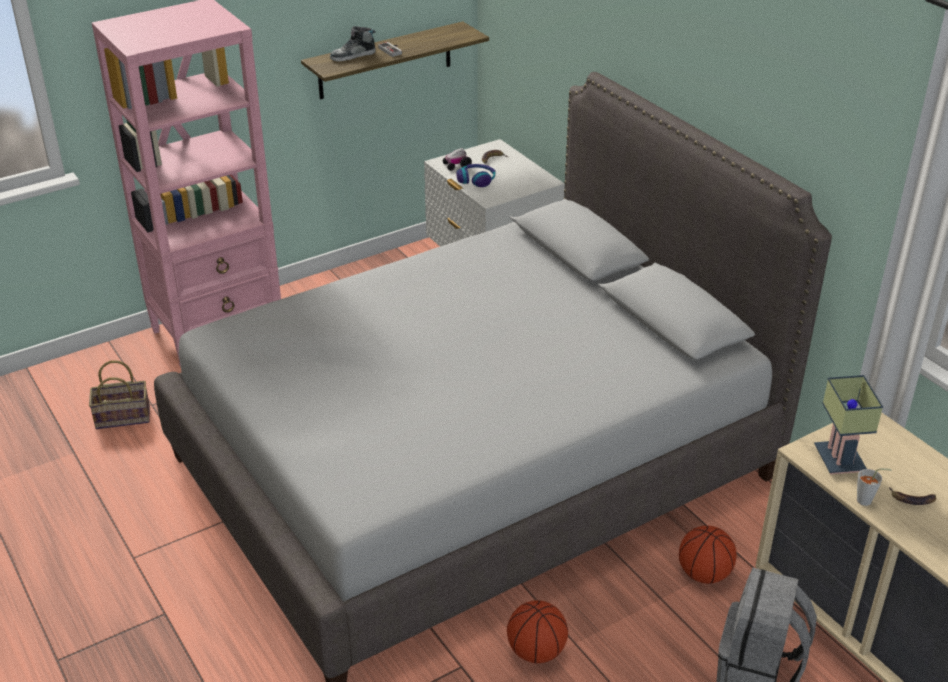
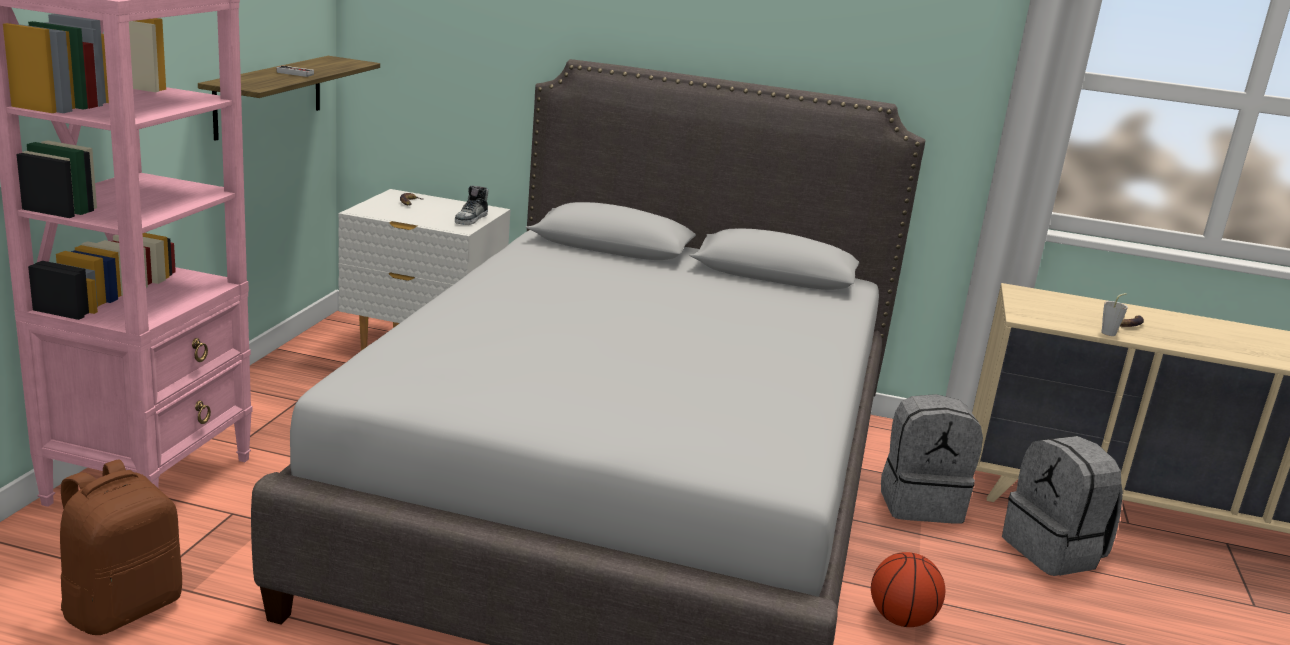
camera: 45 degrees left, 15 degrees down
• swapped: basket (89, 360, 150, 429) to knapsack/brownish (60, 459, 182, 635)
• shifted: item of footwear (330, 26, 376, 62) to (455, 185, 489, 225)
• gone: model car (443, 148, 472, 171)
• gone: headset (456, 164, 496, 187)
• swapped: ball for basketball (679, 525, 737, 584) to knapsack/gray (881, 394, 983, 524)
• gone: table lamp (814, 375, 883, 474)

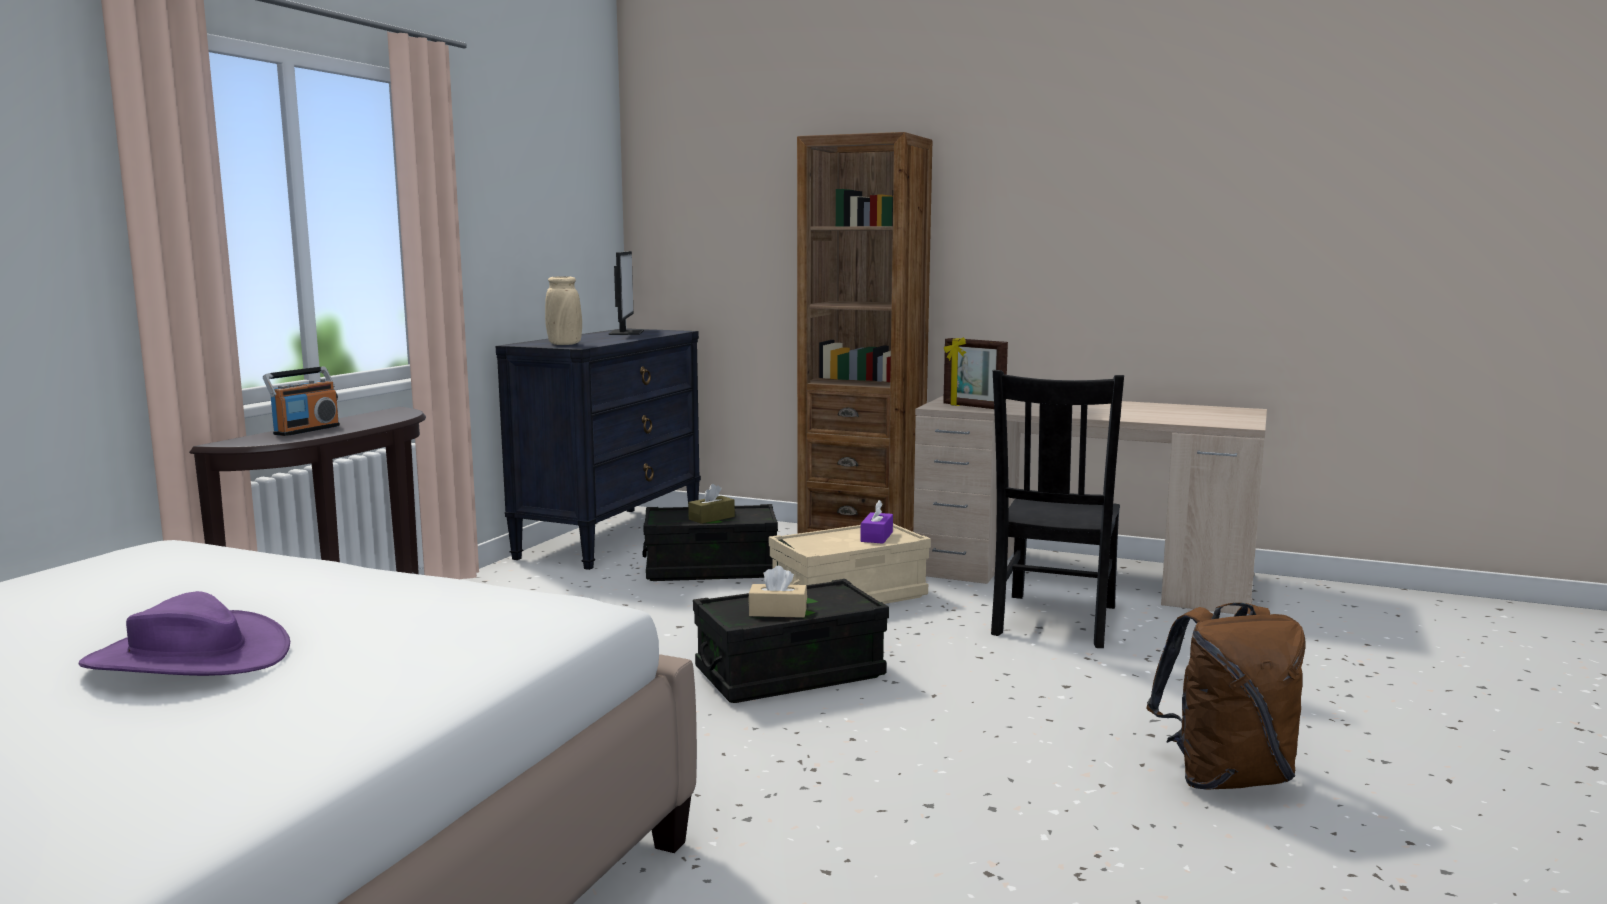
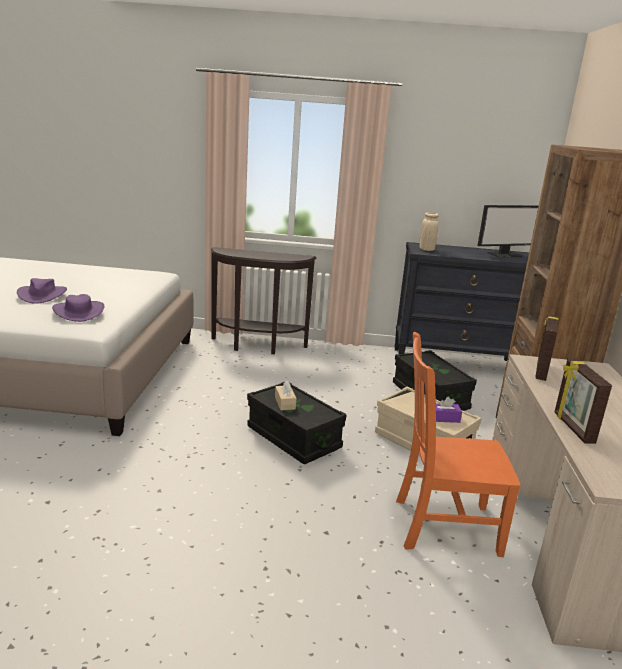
camera: 70 degrees right, 10 degrees up
• gone: radio (263, 366, 340, 436)
• gone: tissue holder/brownish (688, 484, 735, 524)
• repainted: plain chair/black (991, 370, 1124, 648) to plain chair/orange (396, 332, 521, 557)
• gone: knapsack/brownish (1146, 603, 1306, 790)
• new: hat/purplish (52, 294, 104, 322)
• new: photo frame (555, 358, 612, 444)

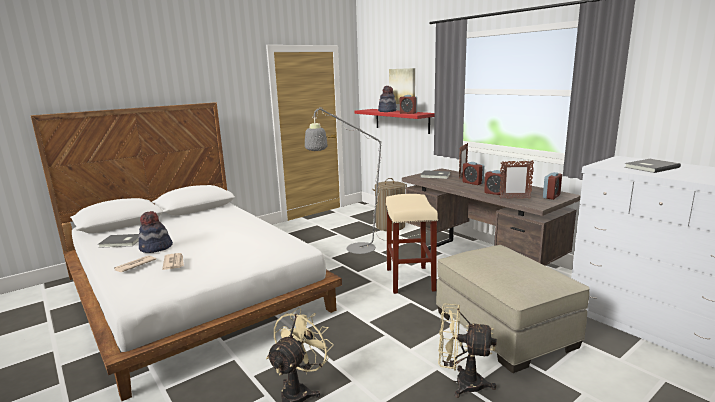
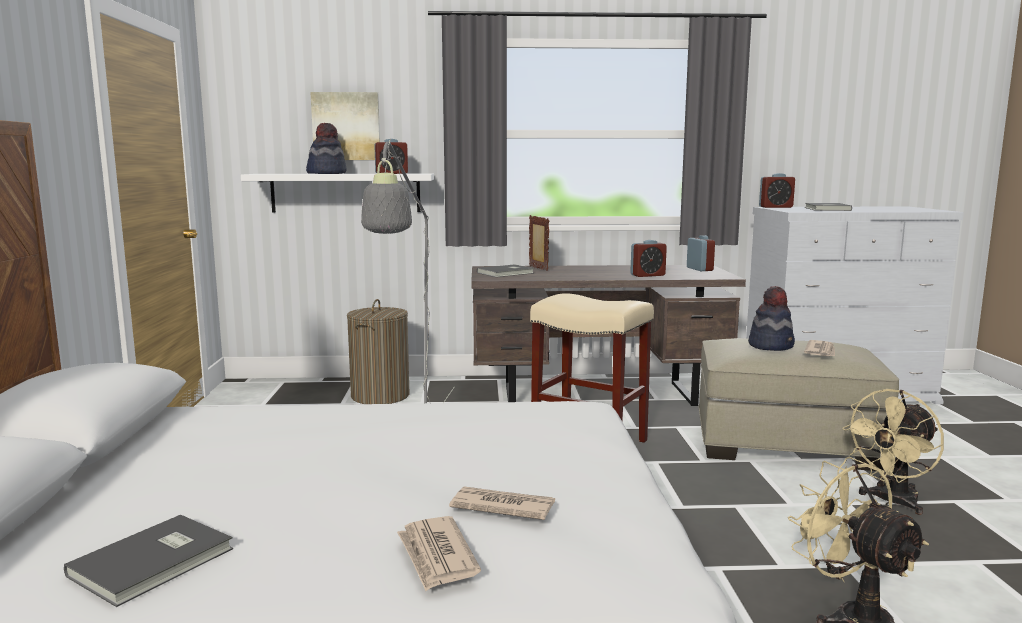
camera: 55 degrees left, 5 degrees down
• shifted: hat (139, 211, 173, 253) to (748, 286, 795, 351)
• repainted: bracket shelf/red (354, 109, 434, 134) to bracket shelf/white-coloured (241, 174, 434, 212)
• shifted: table clock (462, 162, 484, 185) to (759, 173, 795, 208)
• gone: photo frame (499, 160, 534, 199)
• new: newspaper (804, 340, 835, 356)

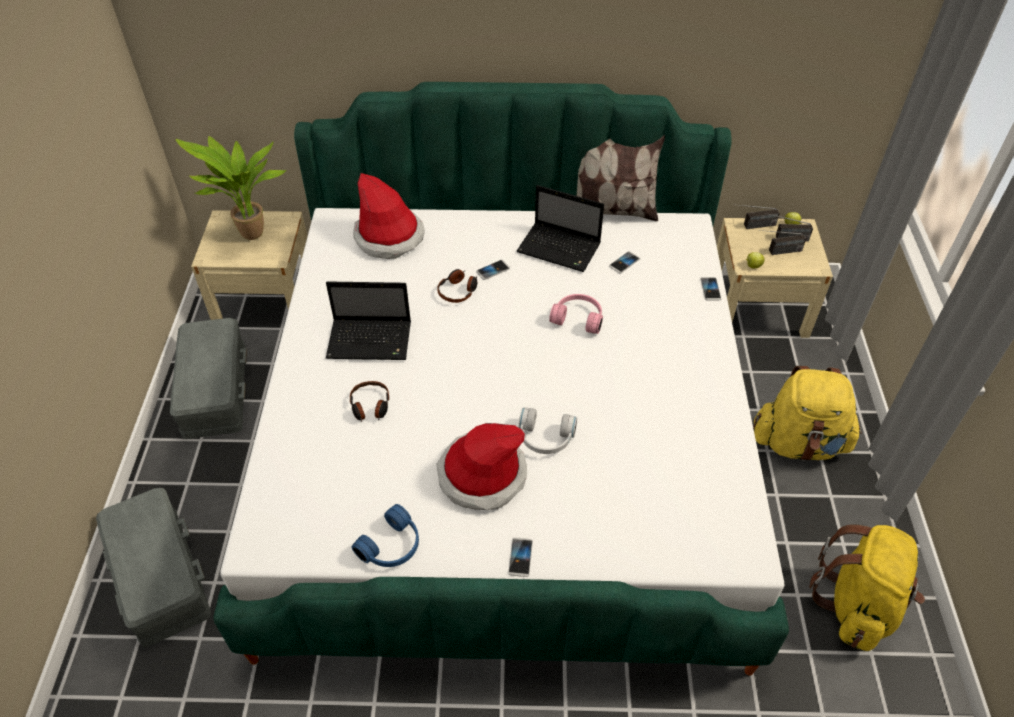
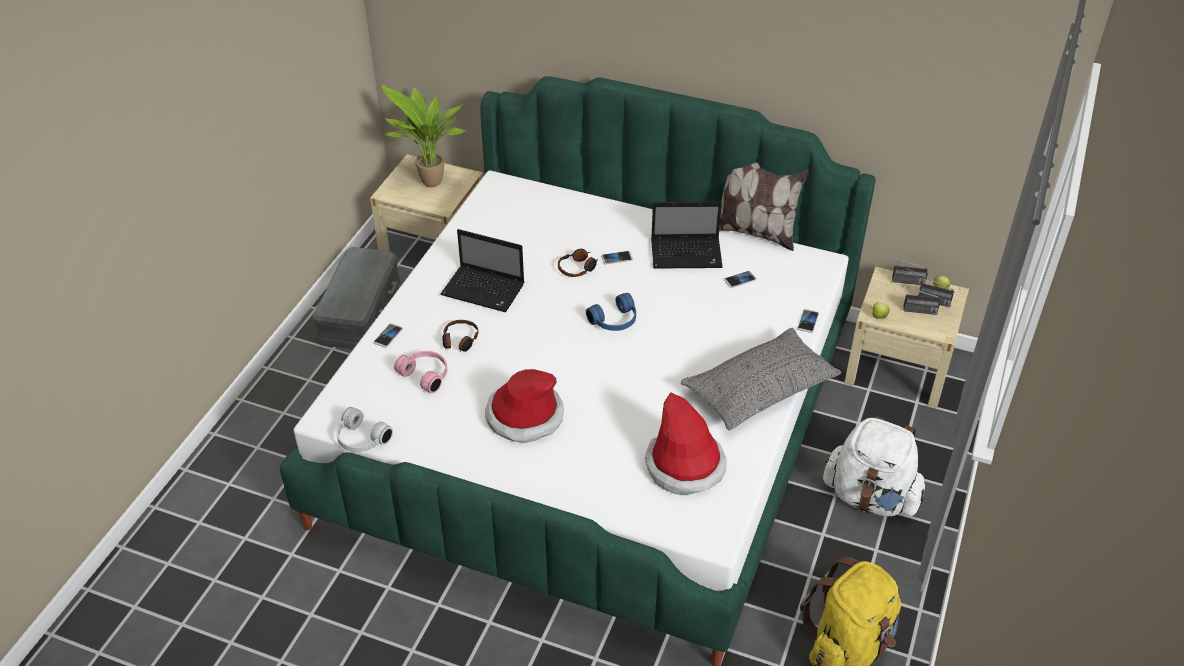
camera: 20 degrees right, 5 degrees down
• gone: storage bin/gray (96, 488, 211, 647)
• shifted: headset/bluish (352, 504, 419, 567) to (586, 293, 636, 331)
• shifted: hat (353, 173, 425, 259) to (645, 392, 727, 495)
• shifted: handset (508, 537, 533, 577) to (373, 323, 403, 348)
• rotated: notebook computer (517, 185, 604, 272) = (651, 201, 723, 269) 45 degrees counterclockwise
• shifted: headset/white-coloured (519, 408, 577, 454) to (336, 407, 393, 452)
• shifted: headset/pink-coloured (549, 294, 603, 334) to (394, 351, 447, 393)
• repainted: knapsack/yellow (753, 366, 862, 461) to knapsack/white-coloured (823, 416, 927, 516)
• new: pillow/gray (681, 328, 841, 431)

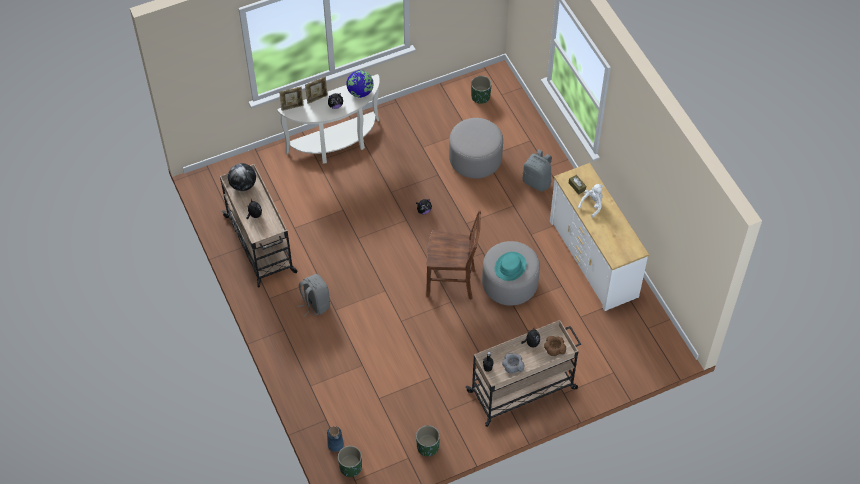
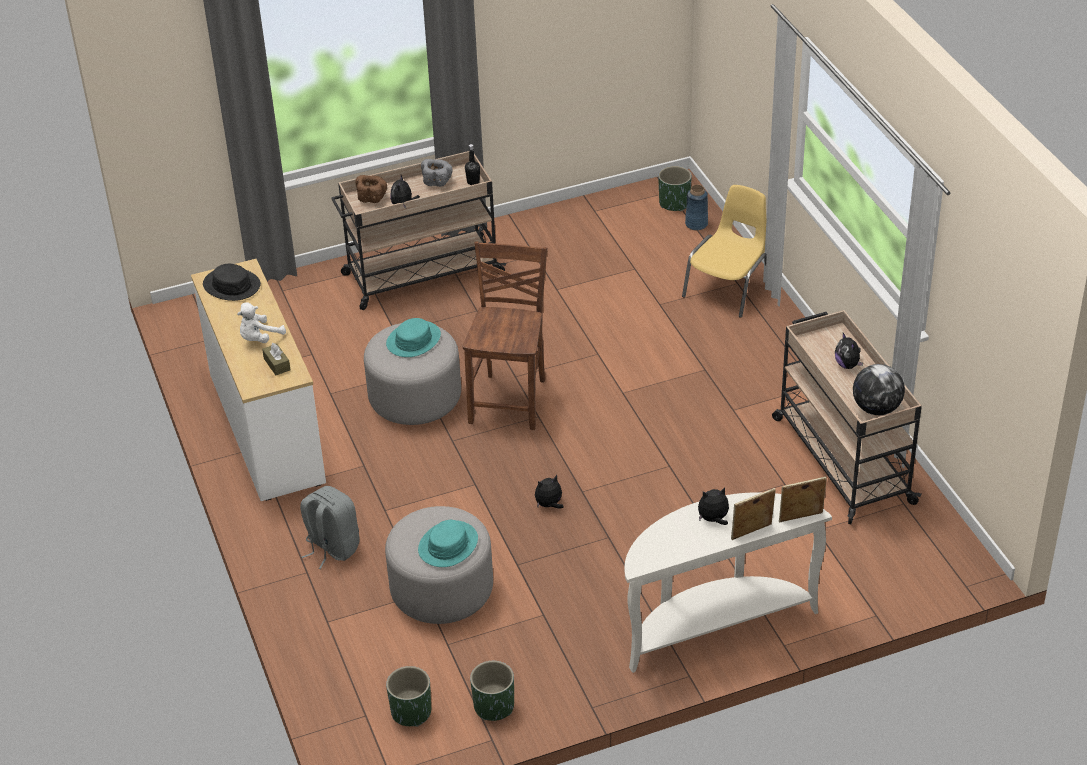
camera: 175 degrees left, 15 degrees down
• gone: knapsack/gray (297, 274, 330, 316)
• gone: globe (346, 70, 373, 98)
• shifted: planter/green-coloured (416, 425, 440, 456) to (470, 661, 514, 721)
• rotated: plain chair/brownish (426, 211, 481, 300) = (463, 241, 547, 430) 90 degrees clockwise
• new: hat/black (203, 264, 261, 301)
• new: hat/turquoise (418, 520, 478, 567)
• new: plain chair/yellow (682, 185, 767, 318)

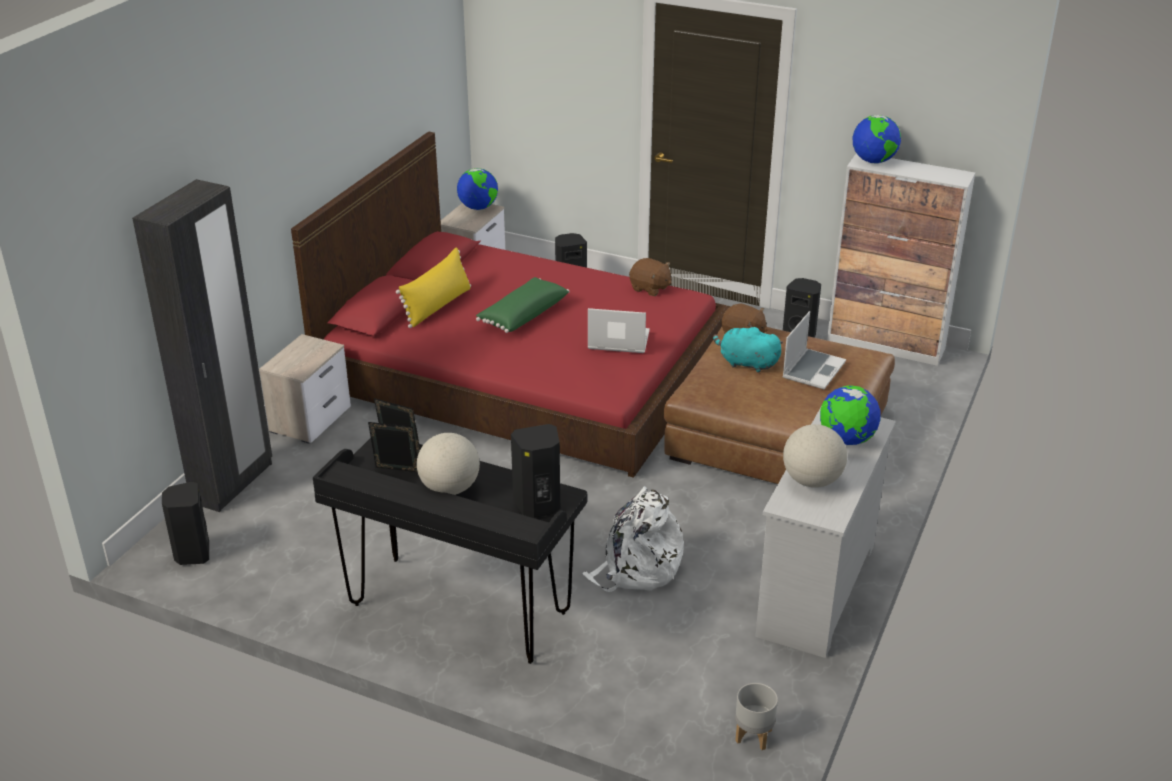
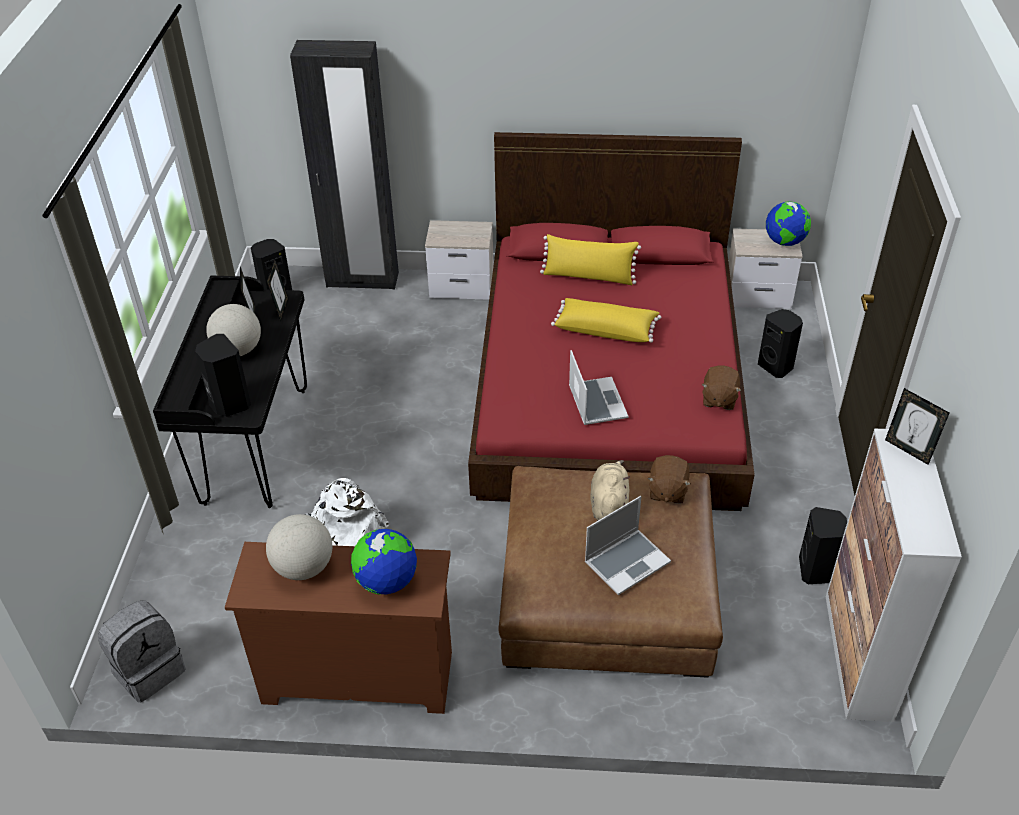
camera: 70 degrees right, 10 degrees up
• repainted: pillow/green-coloured (476, 277, 570, 333) to pillow/yellow (551, 298, 661, 343)
• repainted: soft toy/turquoise (713, 325, 783, 373) to soft toy/beige-coloured (590, 460, 630, 521)
• swapped: planter/gray (735, 683, 778, 750) to knapsack/gray (98, 600, 185, 702)
• repainted: drawer chest/white-coloured (755, 408, 896, 658) to drawer chest/brownish (225, 542, 452, 714)
• rotated: notebook computer (782, 311, 846, 389) = (585, 496, 671, 595) 45 degrees counterclockwise
• swapped: globe (852, 115, 901, 164) to photo frame (885, 388, 949, 465)

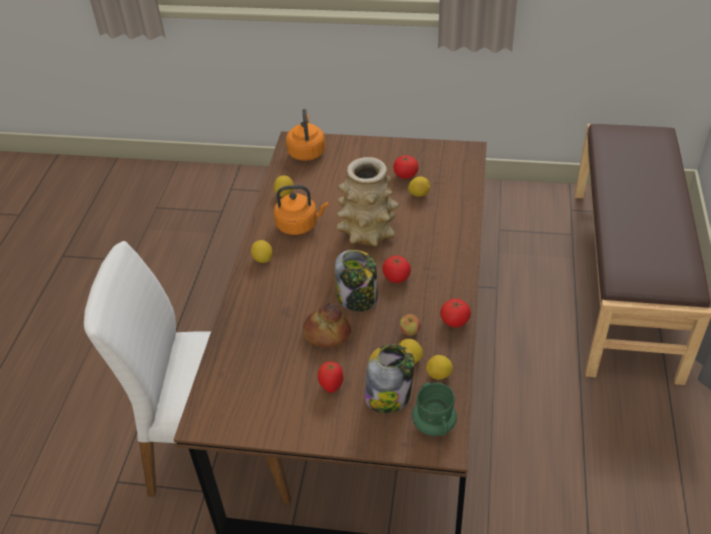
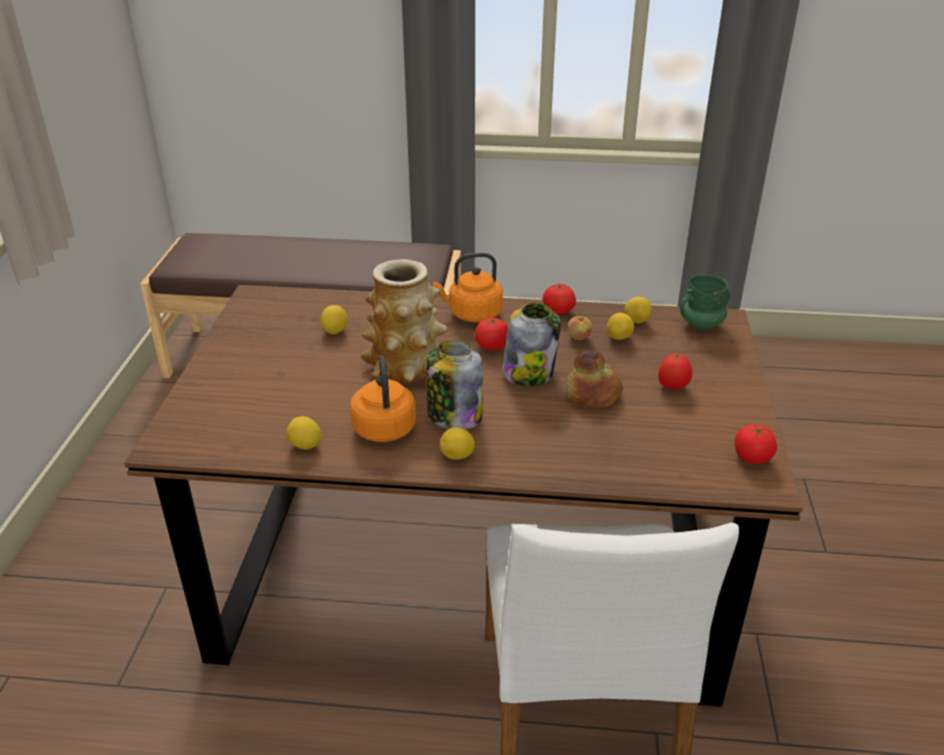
camera: 95 degrees left, 10 degrees down
• shifted: water kettle/orange (286, 109, 325, 161) to (433, 253, 503, 322)
• shifted: jar (364, 344, 415, 413) to (427, 340, 483, 429)
• shifted: tomato (393, 155, 419, 179) to (735, 424, 777, 464)

